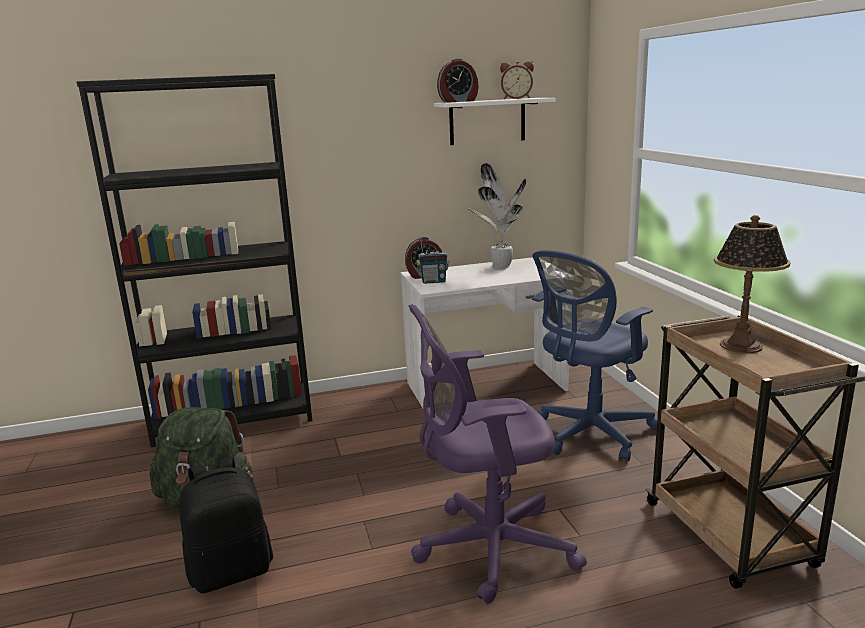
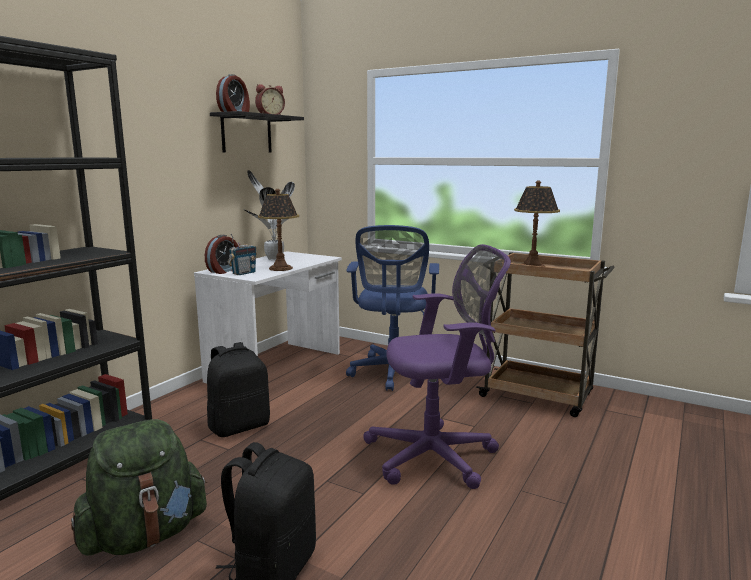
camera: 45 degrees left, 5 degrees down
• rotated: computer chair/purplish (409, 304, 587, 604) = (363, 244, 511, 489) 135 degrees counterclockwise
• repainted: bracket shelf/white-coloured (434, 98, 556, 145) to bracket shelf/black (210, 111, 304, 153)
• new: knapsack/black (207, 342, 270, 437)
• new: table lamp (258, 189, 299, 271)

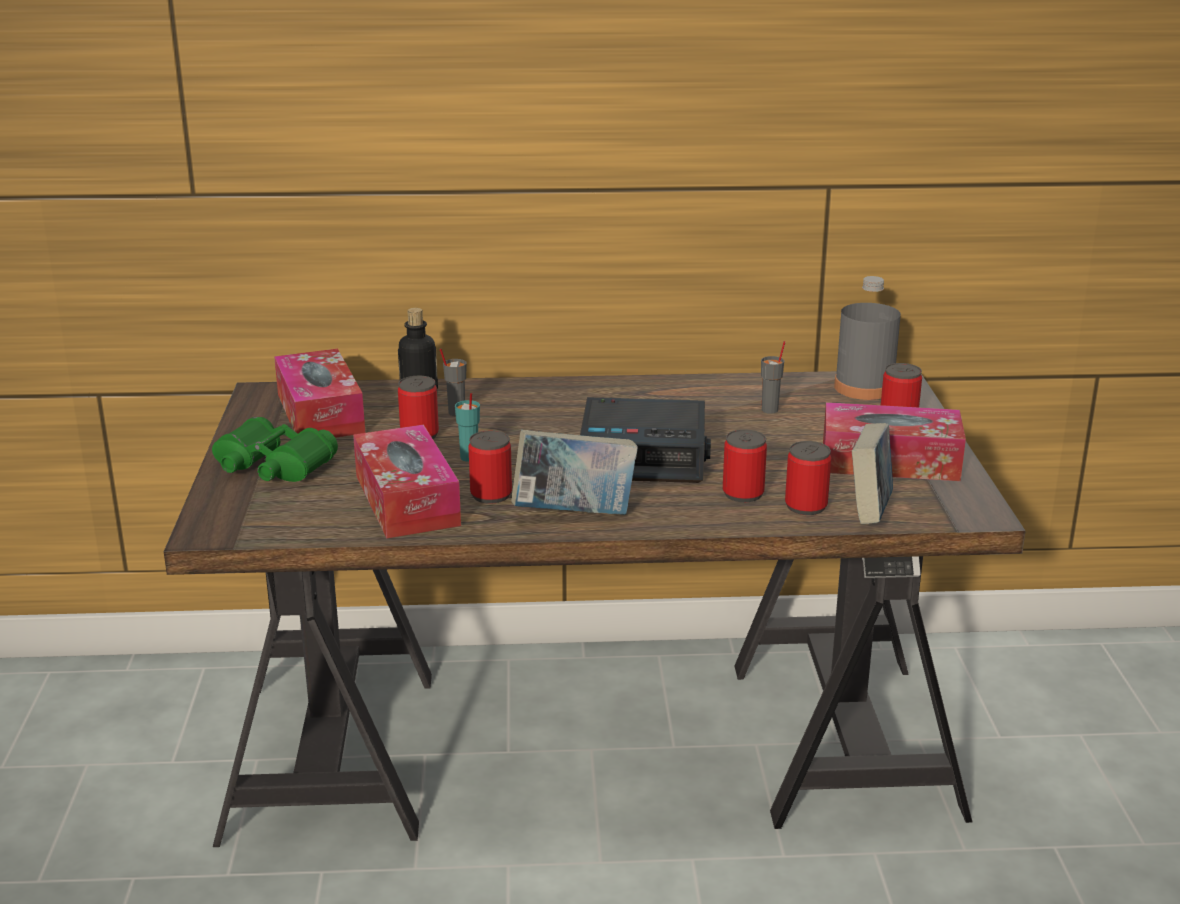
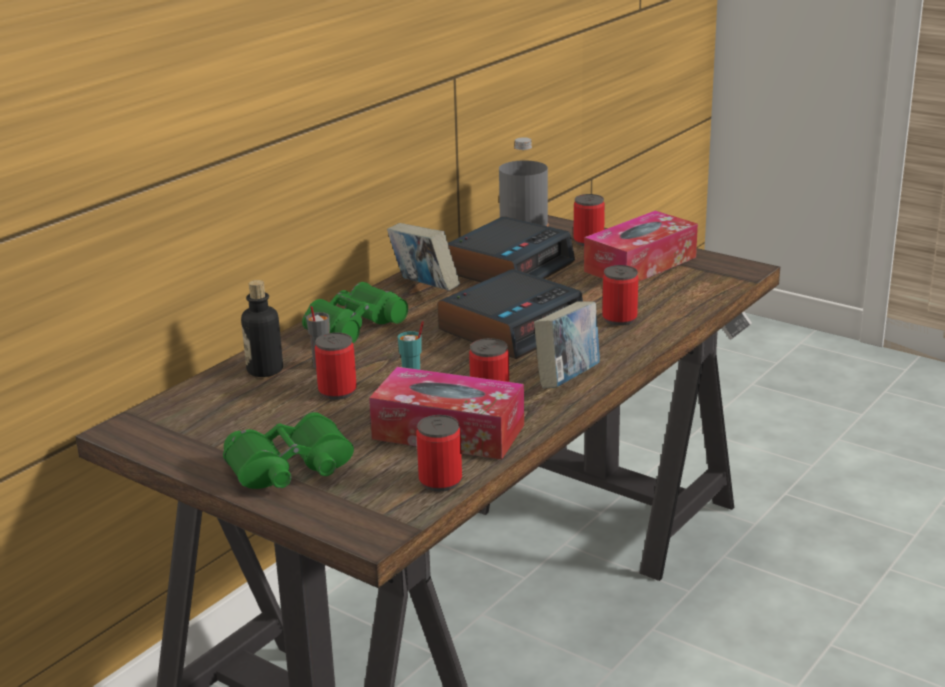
camera: 50 degrees left, 0 degrees up
• gone: tissue holder (274, 349, 365, 438)
• swapped: drinking cup/gray (761, 341, 786, 414) to table clock (448, 216, 575, 282)
• shifted: sealed can (785, 441, 831, 515) to (416, 415, 462, 492)
• shifted: volume (852, 423, 893, 524) to (387, 223, 460, 291)
• new: binoculars/green-coloured (302, 282, 408, 343)

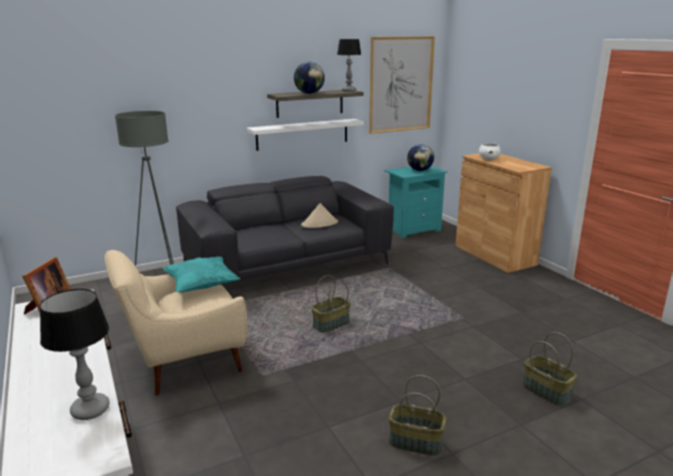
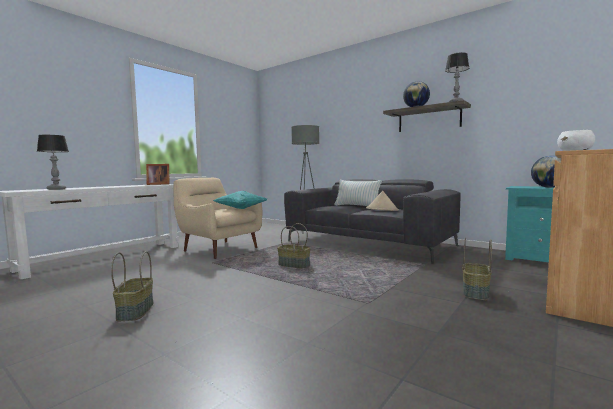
camera: 65 degrees right, 15 degrees down
• gone: bracket shelf/white-coloured (247, 119, 364, 151)
• gone: wall art (369, 36, 435, 134)
• shifted: basket (522, 332, 577, 406) to (462, 238, 492, 300)
• new: pillow (334, 180, 382, 206)

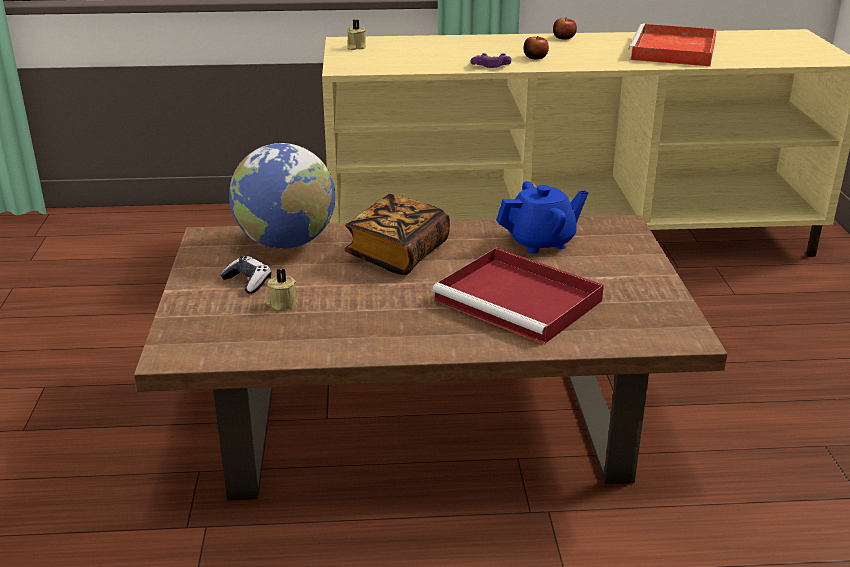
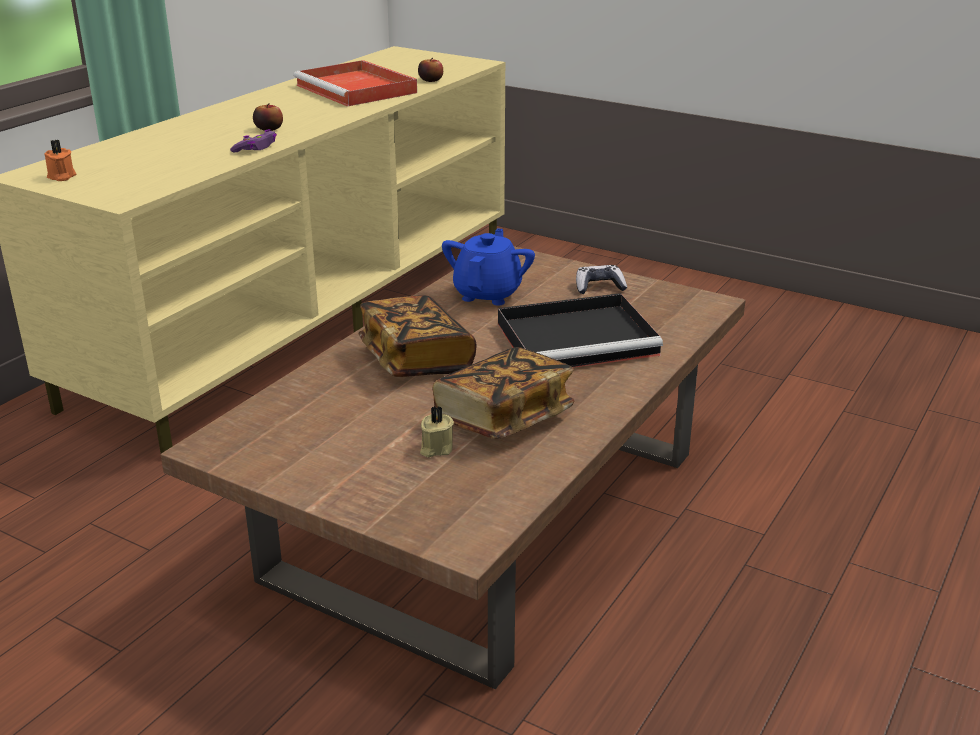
camera: 55 degrees left, 0 degrees up
• shifted: joypad (220, 256, 271, 294) to (576, 265, 627, 294)
• gone: globe (229, 143, 335, 249)
• repainted: wax light/beige-coloured (347, 20, 366, 50) to wax light/orange (44, 140, 76, 181)
• repainted: tray/red (432, 248, 604, 345) to tray/black (498, 293, 663, 368)
• shifted: apple (553, 18, 577, 40) to (418, 58, 443, 82)
• new: volume (433, 347, 574, 439)

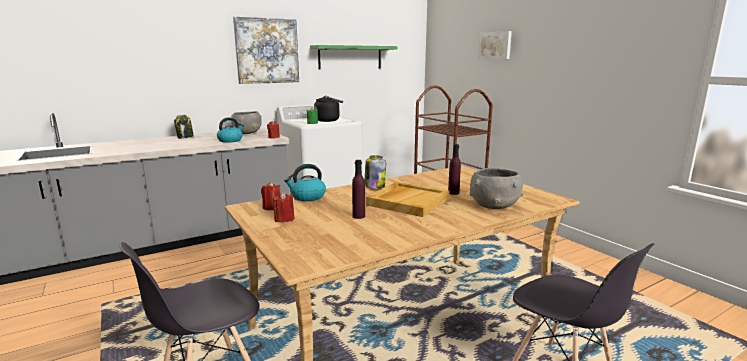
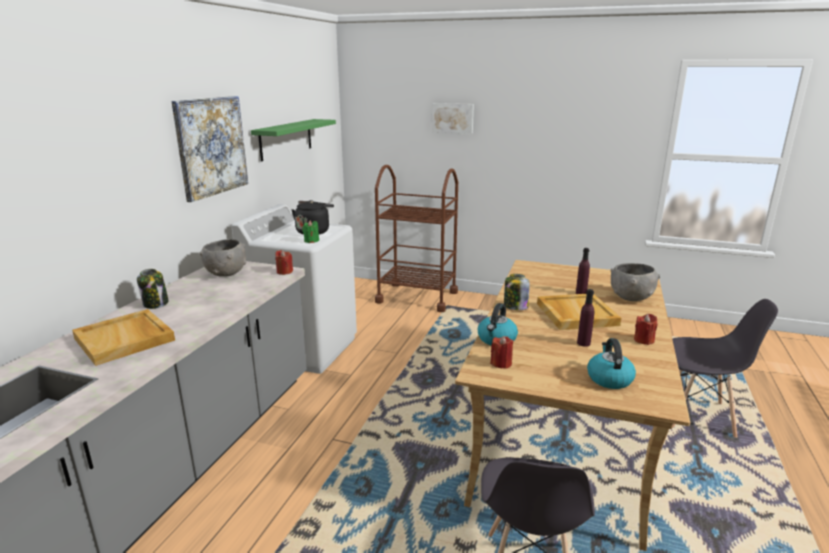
camera: 40 degrees left, 5 degrees up
• shifted: water kettle (217, 117, 244, 143) to (587, 338, 636, 389)
• shifted: wax light/red (273, 191, 294, 222) to (634, 314, 658, 345)
• new: tray/beige-coloured (72, 309, 175, 366)

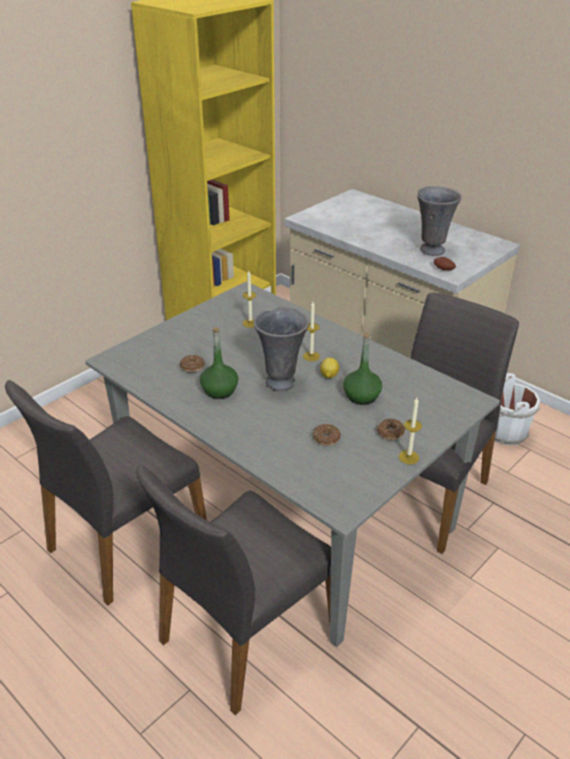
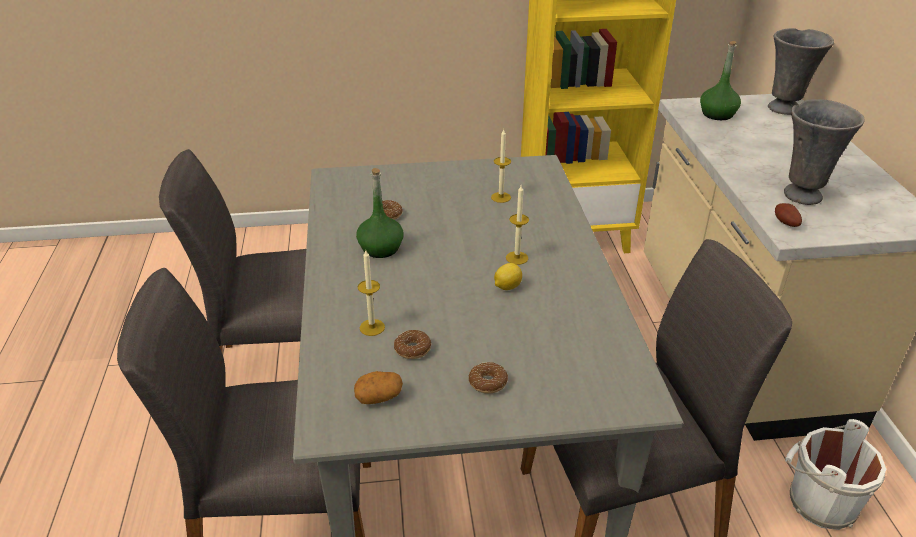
camera: 40 degrees right, 0 degrees up
• shifted: flower vase/gray (254, 307, 309, 391) to (768, 28, 834, 115)
• shifted: bottle/green-coloured (343, 333, 382, 405) to (700, 41, 741, 120)
• shifted: wax light (399, 397, 422, 464) to (358, 250, 385, 336)
• new: potato (354, 371, 403, 404)

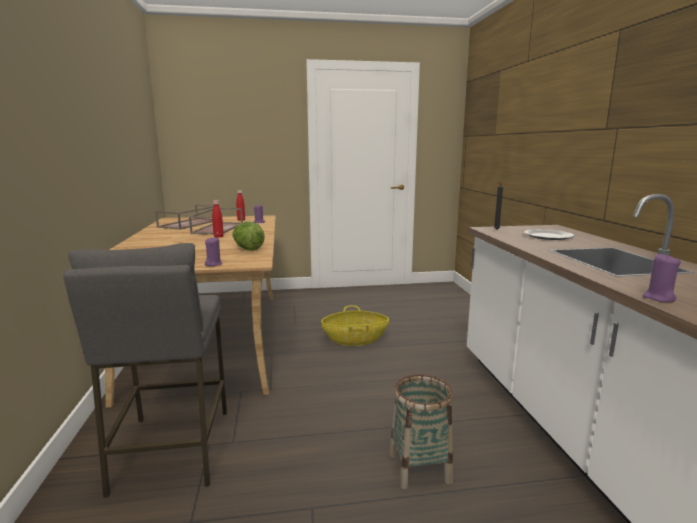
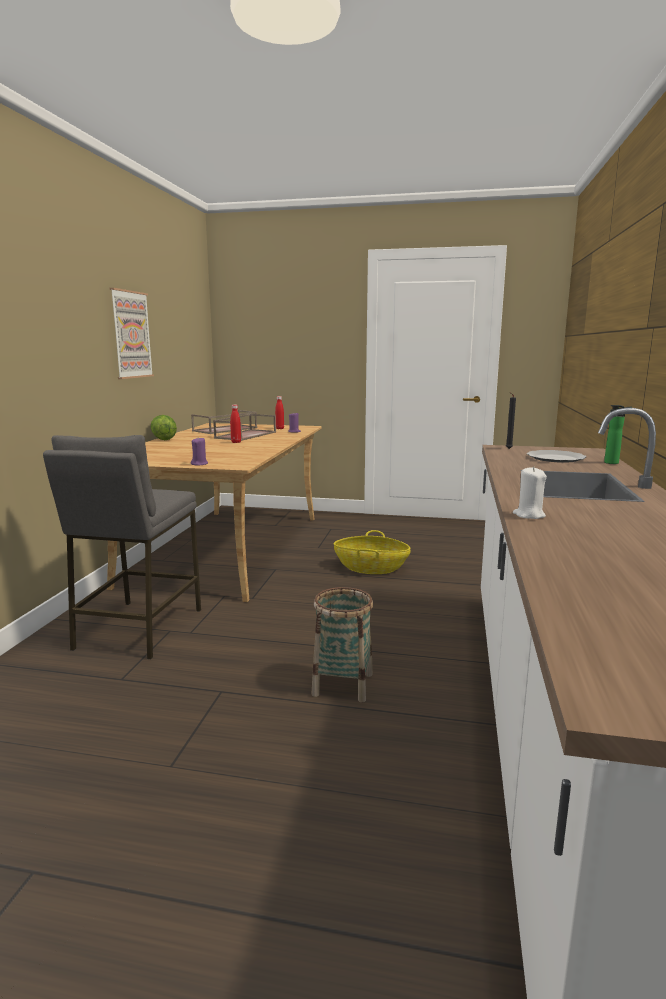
camera: 20 degrees right, 0 degrees up
• shifted: lettuce (232, 222, 265, 251) to (151, 415, 177, 440)
• repainted: wax light/purplish (642, 253, 681, 302) to wax light/white-coloured (513, 467, 547, 519)
• new: wall art (110, 288, 154, 379)
• new: bottle (604, 405, 632, 464)

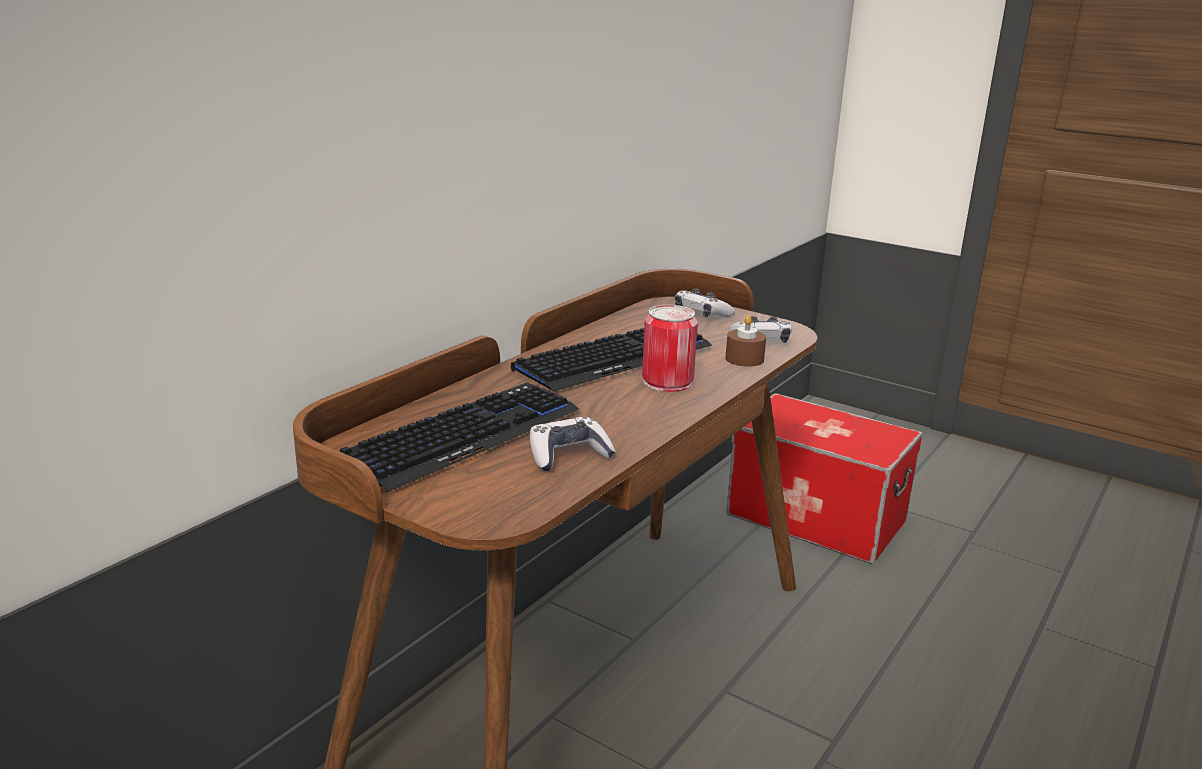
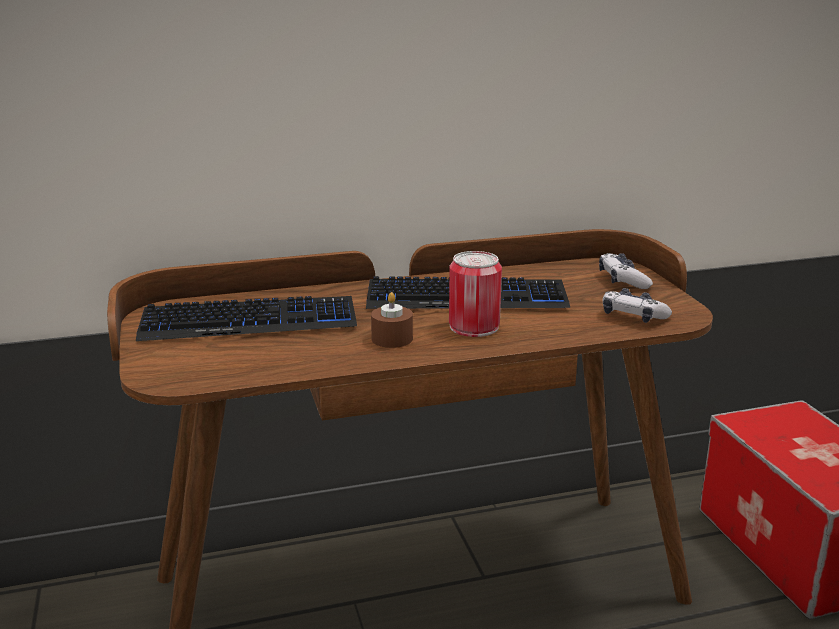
camera: 40 degrees right, 0 degrees up
• gone: joypad (530, 417, 616, 471)
• shifted: wax light/brownish (725, 315, 766, 367) to (371, 292, 413, 348)

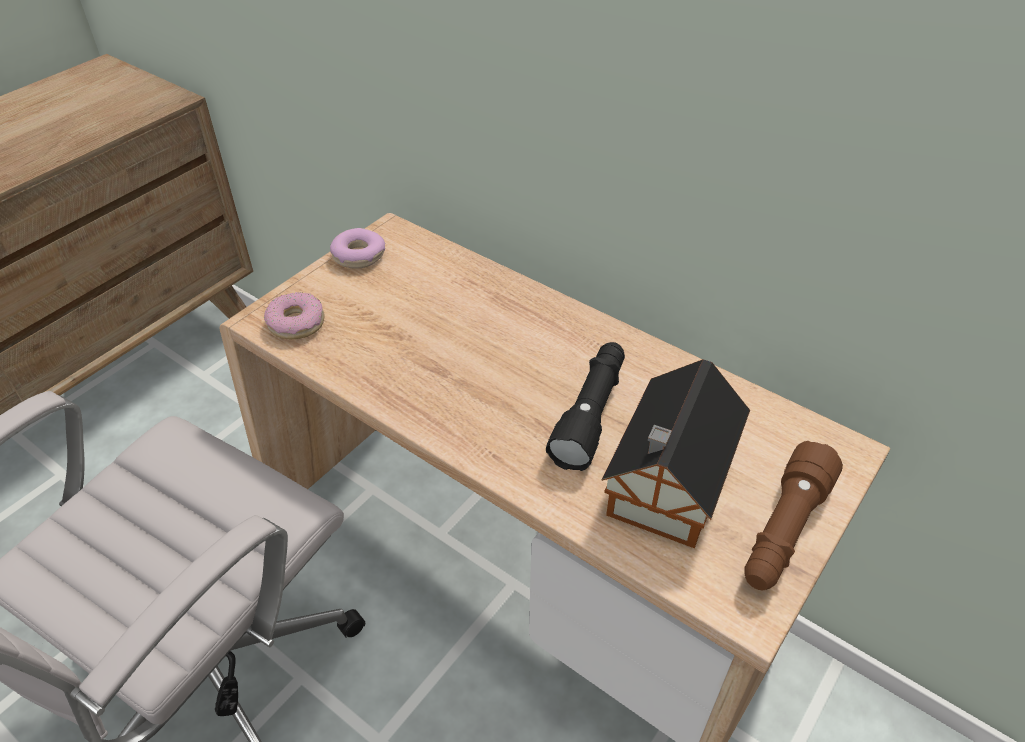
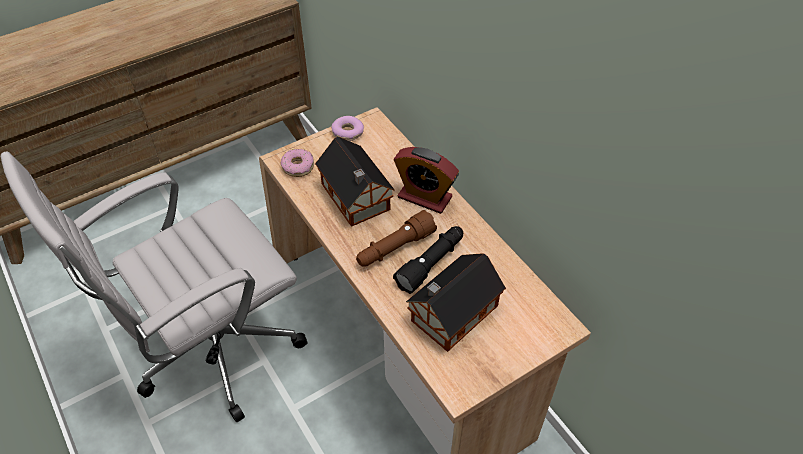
camera: 20 degrees right, 5 degrees up
• shifted: hand torch/brownish (744, 441, 843, 590) to (356, 210, 437, 267)
• new: toy house (315, 137, 395, 227)
• new: table clock (394, 147, 459, 214)

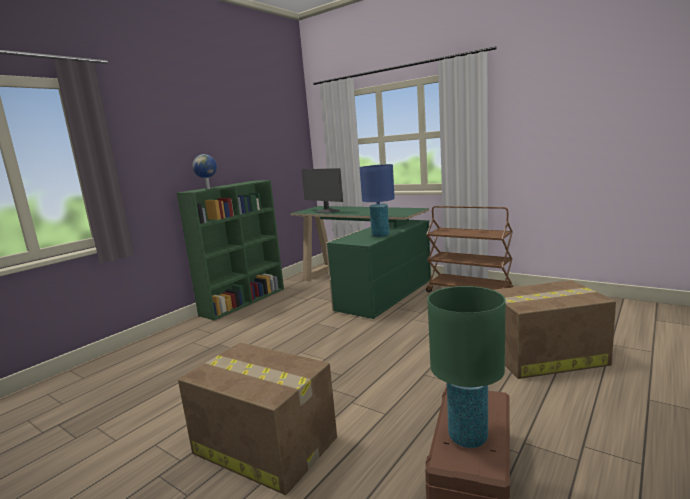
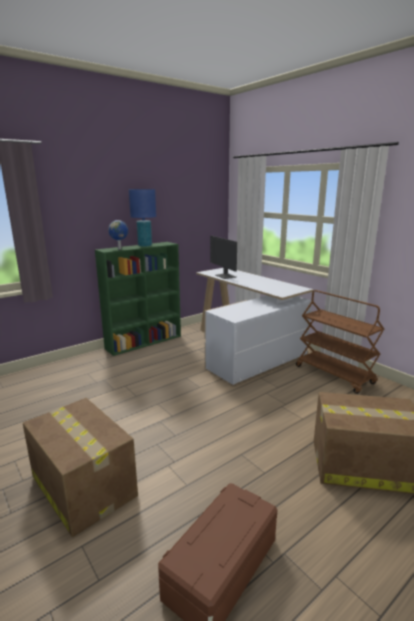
camera: 15 degrees right, 5 degrees up
• repainted: desk/green-coloured (290, 206, 431, 319) to desk/white-coloured (196, 268, 314, 385)
• shifted: table lamp/bluish (359, 164, 395, 237) to (129, 189, 156, 247)
• gone: table lamp/green-coloured (427, 286, 506, 448)

